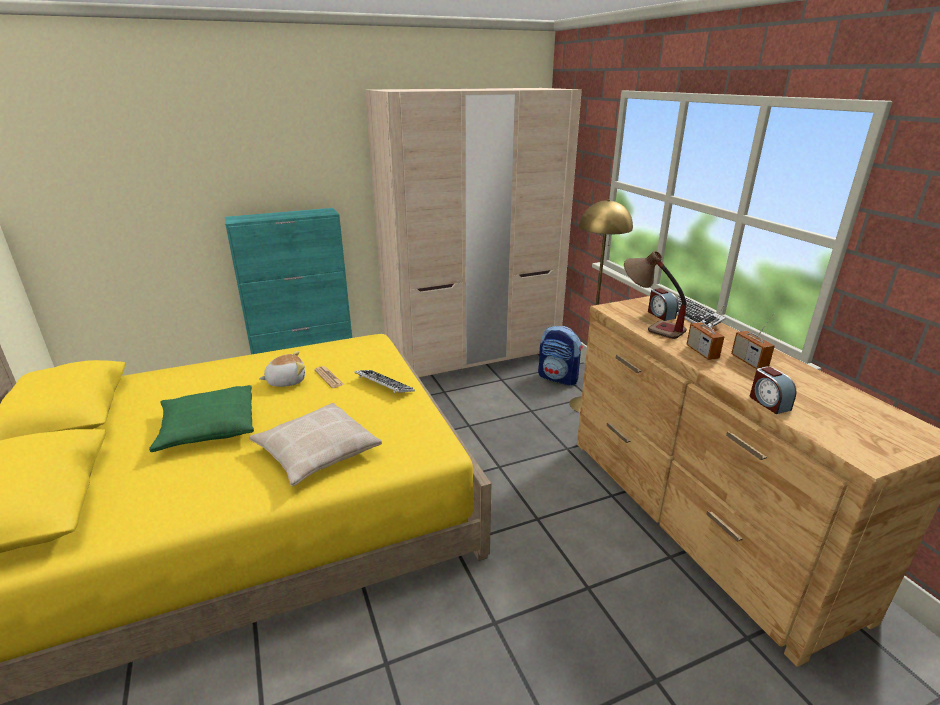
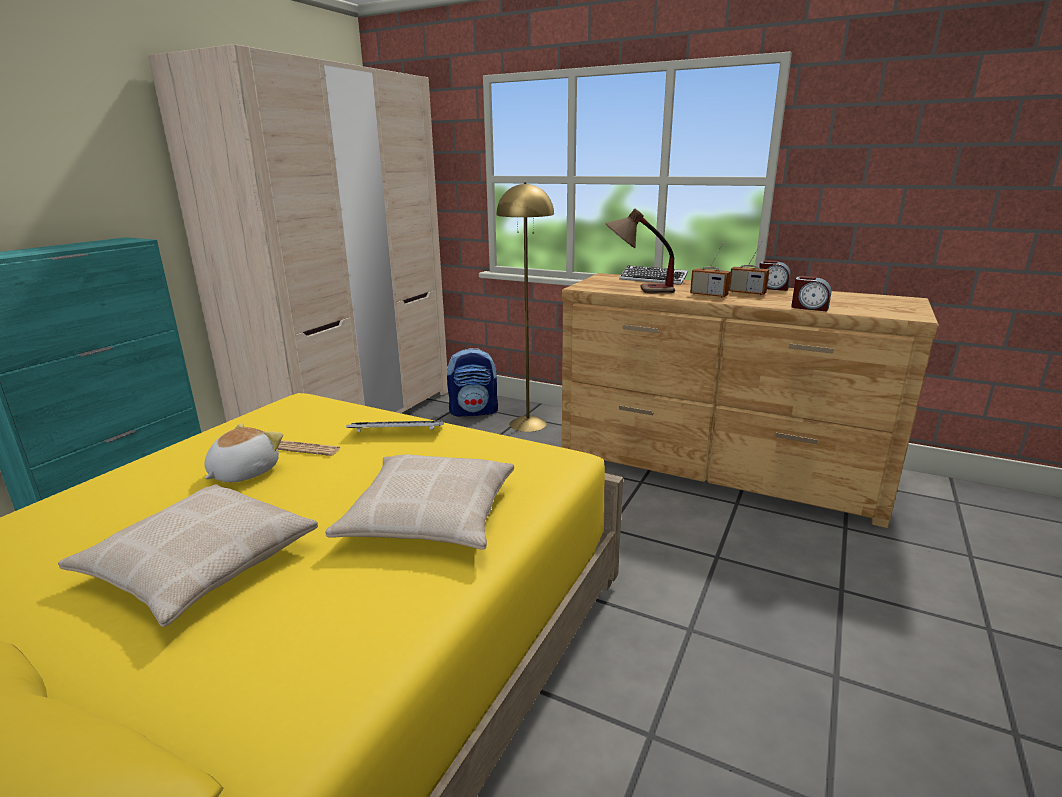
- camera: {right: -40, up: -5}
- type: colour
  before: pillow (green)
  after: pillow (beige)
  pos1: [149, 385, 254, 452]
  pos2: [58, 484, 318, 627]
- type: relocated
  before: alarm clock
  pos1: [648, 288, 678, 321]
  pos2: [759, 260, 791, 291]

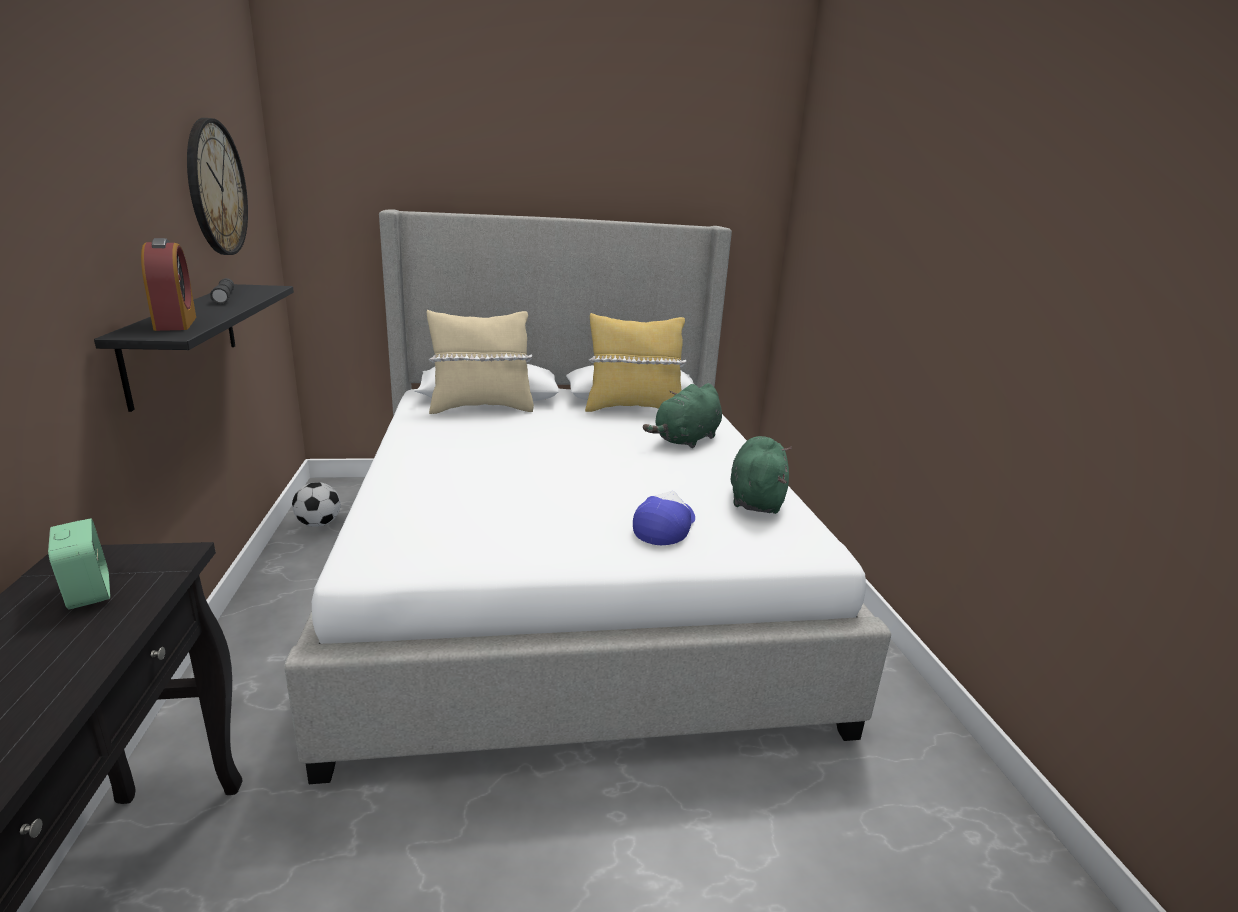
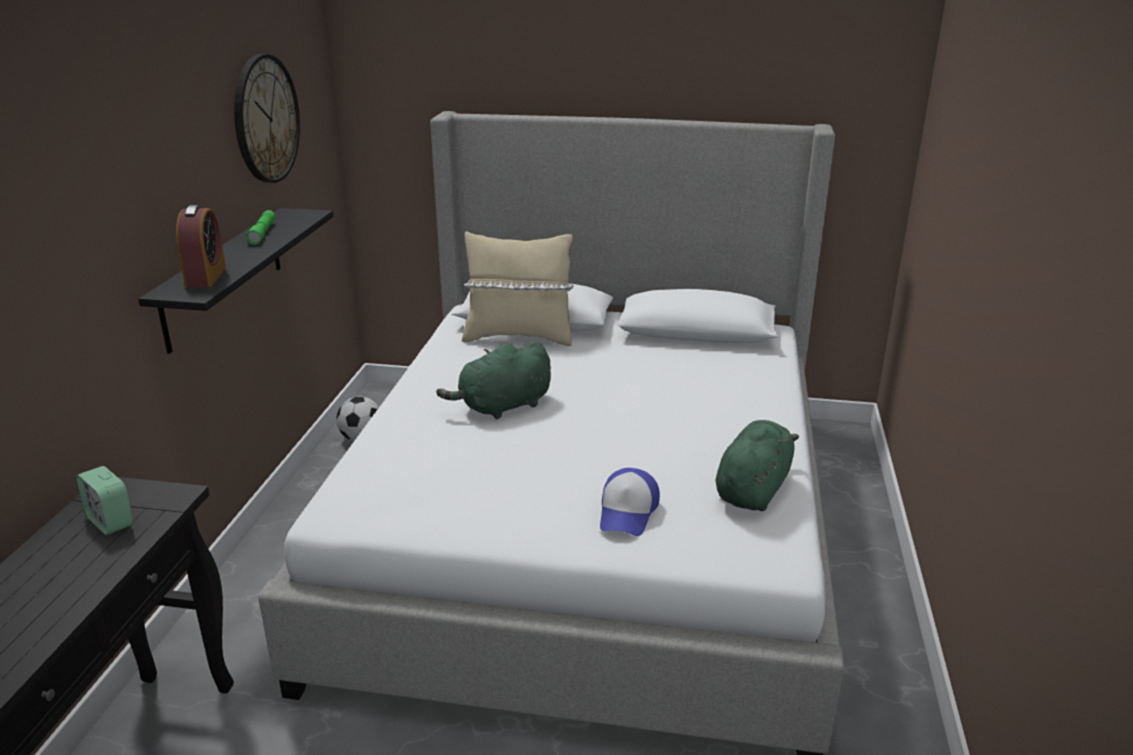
- camera: {right: 20, up: 5}
- type: spun
  before: alarm clock
  pos1: [48, 518, 110, 609]
  pos2: [76, 466, 133, 535]
  turn: 150
- type: colour
  before: flashlight (grey)
  after: flashlight (green)
  pos1: [210, 278, 234, 304]
  pos2: [246, 210, 275, 245]
- type: relocated
  before: plush toy (green)
  pos1: [643, 383, 722, 448]
  pos2: [436, 342, 551, 419]
- type: spun
  before: cap
  pos1: [633, 491, 695, 545]
  pos2: [600, 468, 660, 536]
  turn: 150
- type: missing
  before: pillow (yellow)
  pos1: [585, 313, 686, 412]

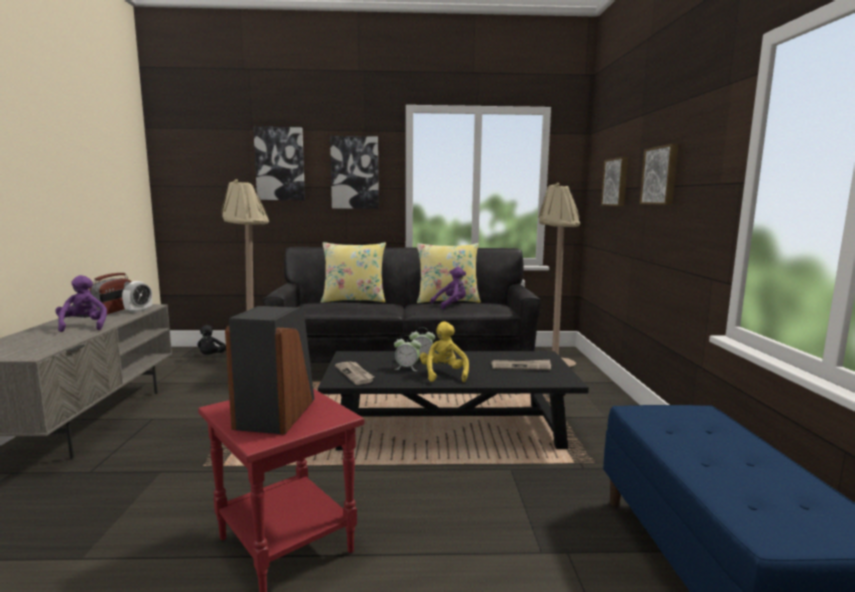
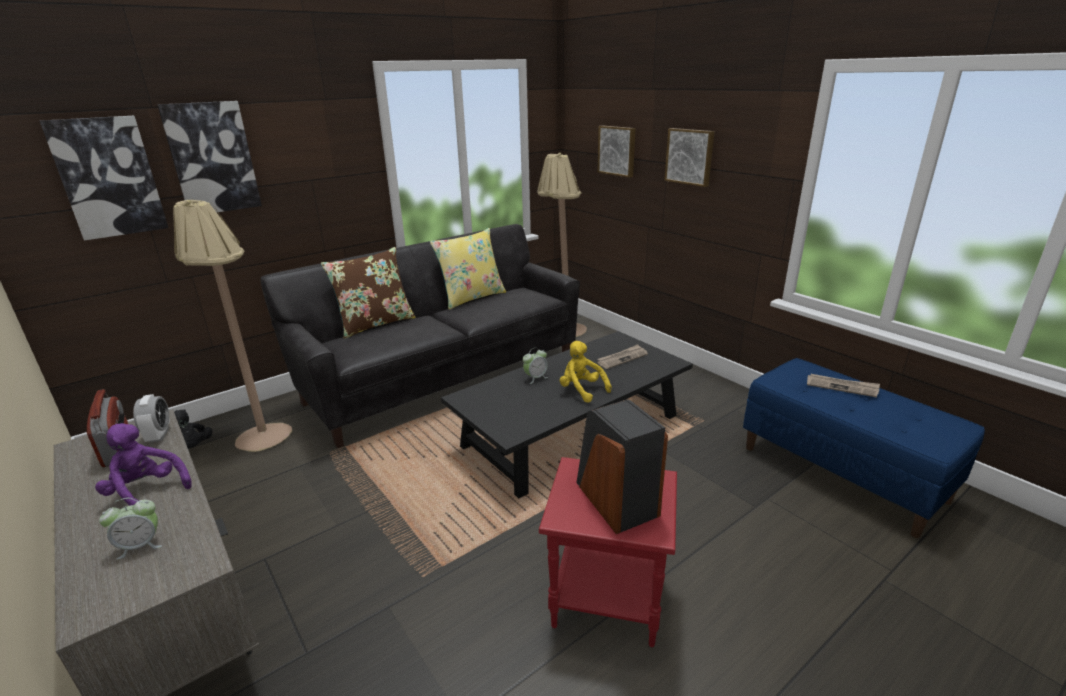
- camera: {right: -35, up: 15}
- type: relocated
  before: picture
  pos1: [330, 136, 379, 209]
  pos2: [40, 116, 168, 241]
- type: relocated
  before: alarm clock
  pos1: [394, 335, 421, 371]
  pos2: [99, 498, 162, 560]
- type: colour
  before: pillow (yellow)
  after: pillow (brown)
  pos1: [321, 242, 386, 303]
  pos2: [321, 247, 416, 339]
- type: relocated
  before: newspaper
  pos1: [335, 362, 374, 385]
  pos2: [807, 374, 880, 398]
- type: missing
  before: plush toy (purple)
  pos1: [430, 267, 466, 309]

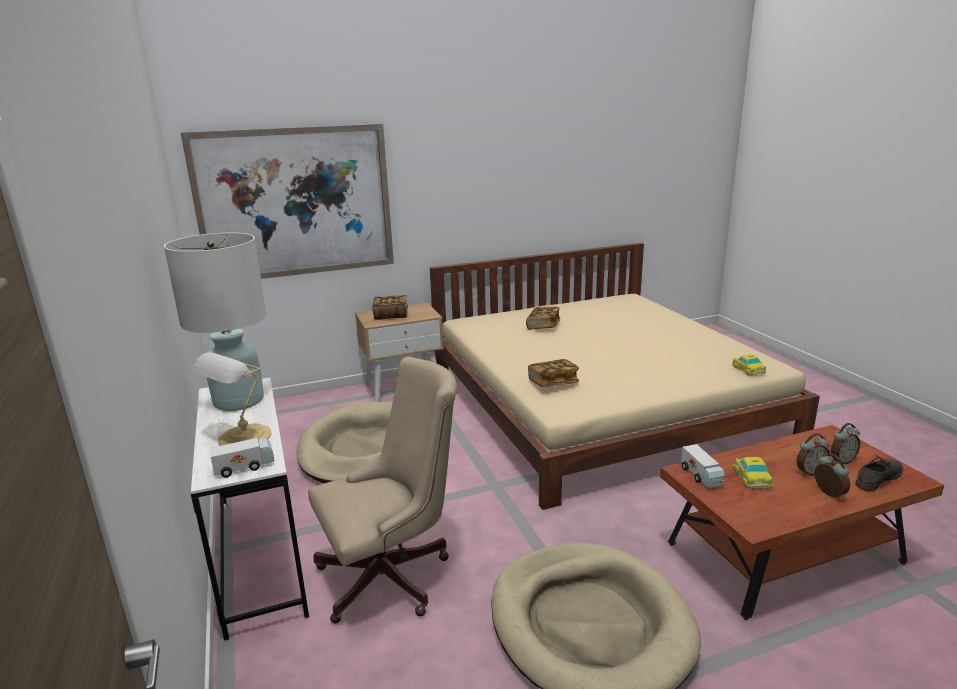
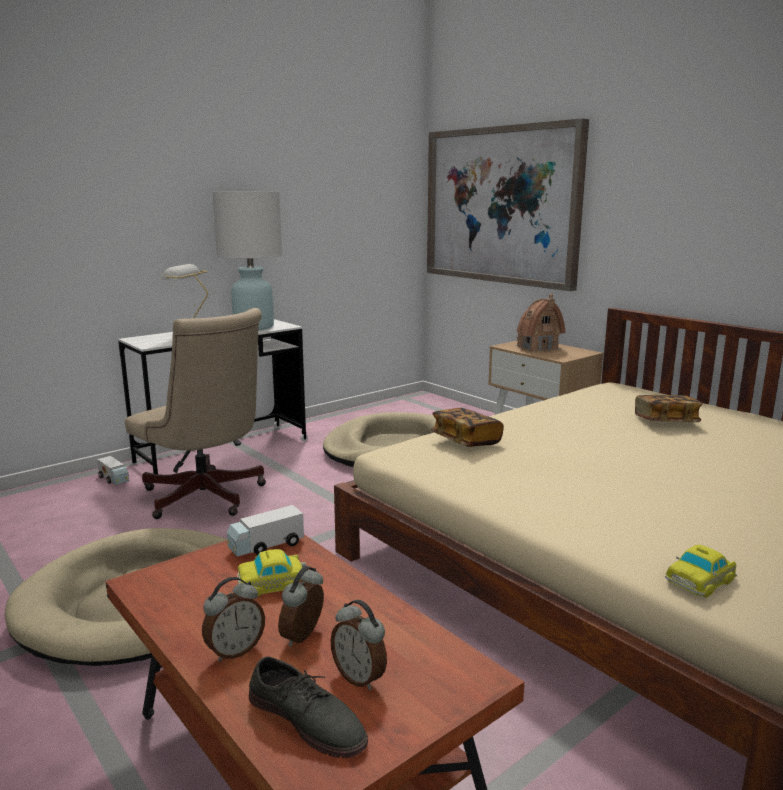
- camera: {right: 70, up: -5}
- type: relocated
  before: toy truck
  pos1: [210, 438, 274, 478]
  pos2: [97, 456, 129, 485]
- type: spun
  before: alarm clock
  pos1: [797, 433, 830, 476]
  pos2: [278, 566, 324, 647]
  turn: 60
- type: exchanged
  before: book
  after: toy house
  pos1: [372, 295, 408, 320]
  pos2: [516, 294, 566, 352]

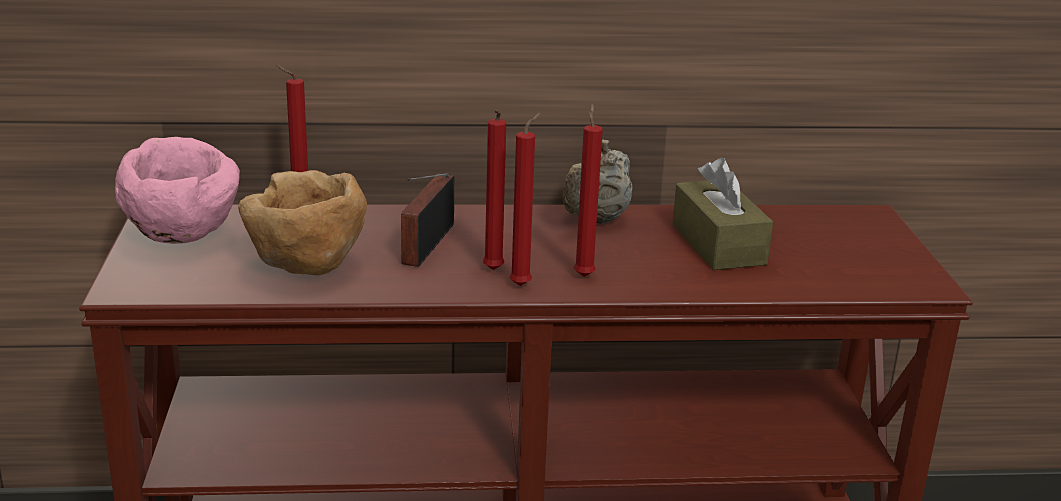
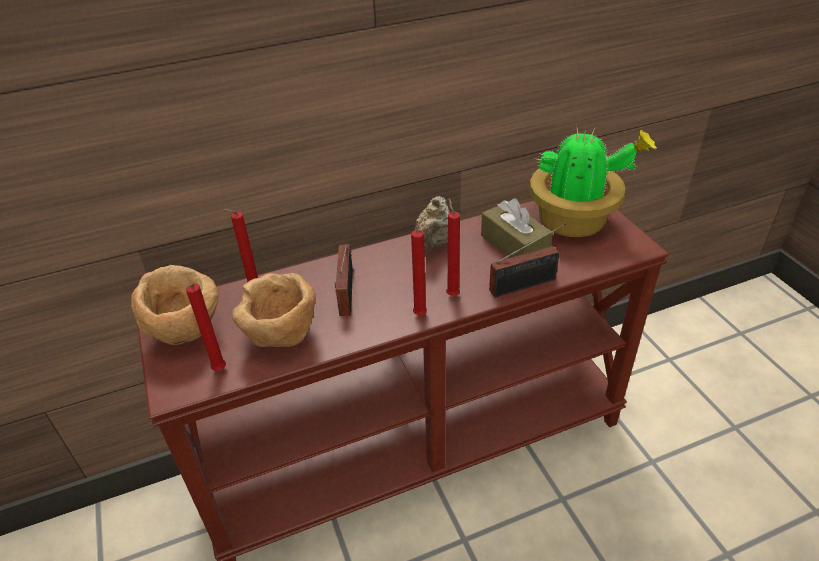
- camera: {right: -15, up: 15}
- type: colour
  before: bowl (pink)
  after: bowl (brown)
  pos1: [115, 137, 240, 244]
  pos2: [131, 265, 219, 345]
- type: relocated
  before: candle (red)
  pos1: [483, 110, 506, 270]
  pos2: [186, 283, 226, 371]
- type: appeared
  after: radio
  pos2: [489, 223, 566, 297]
- type: appeared
  after: potted plant
  pos2: [529, 126, 657, 237]

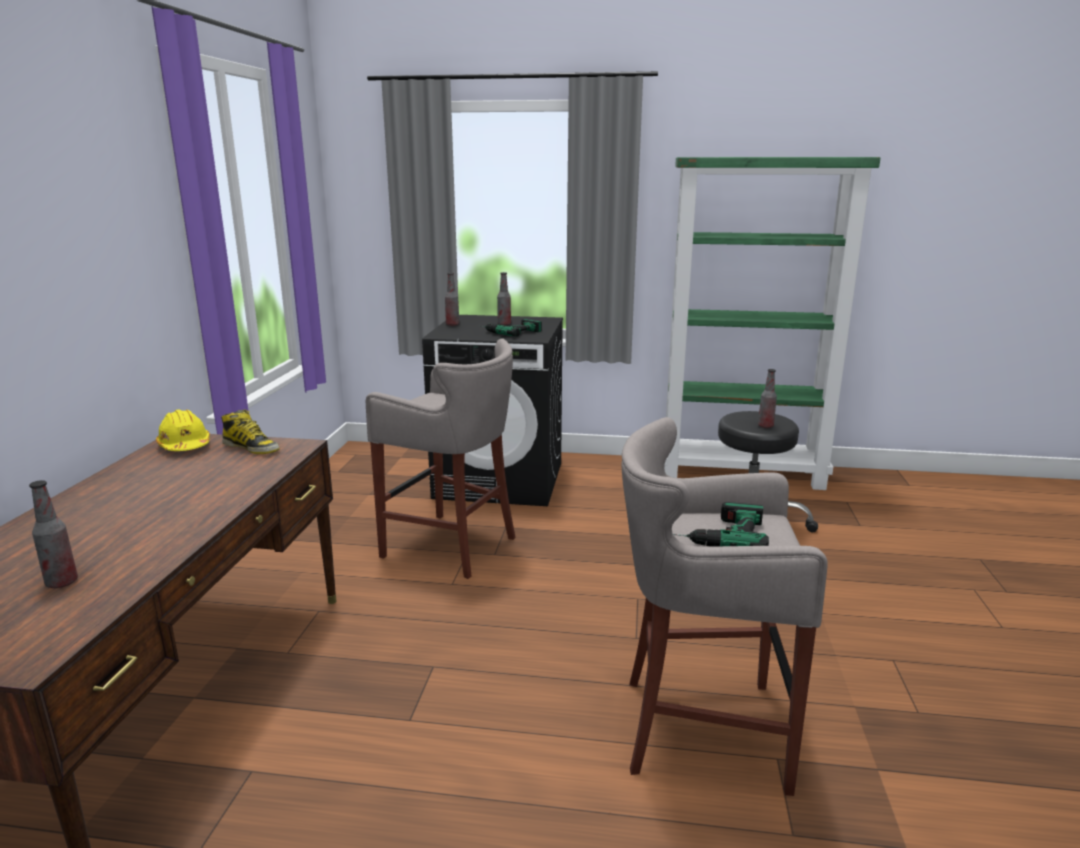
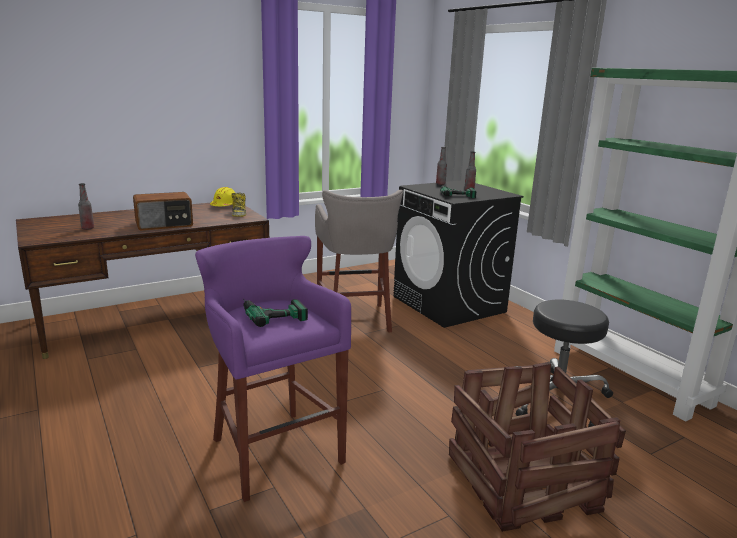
- camera: {right: 50, up: 0}
- type: appeared
  after: radio
  pos2: [133, 192, 193, 230]
- type: colour
  before: stool (grey)
  after: stool (purple)
  pos1: [621, 417, 828, 796]
  pos2: [195, 236, 351, 502]
- type: appeared
  after: crate
  pos2: [449, 362, 626, 532]
- type: missing
  before: bottle
  pos1: [758, 369, 777, 428]

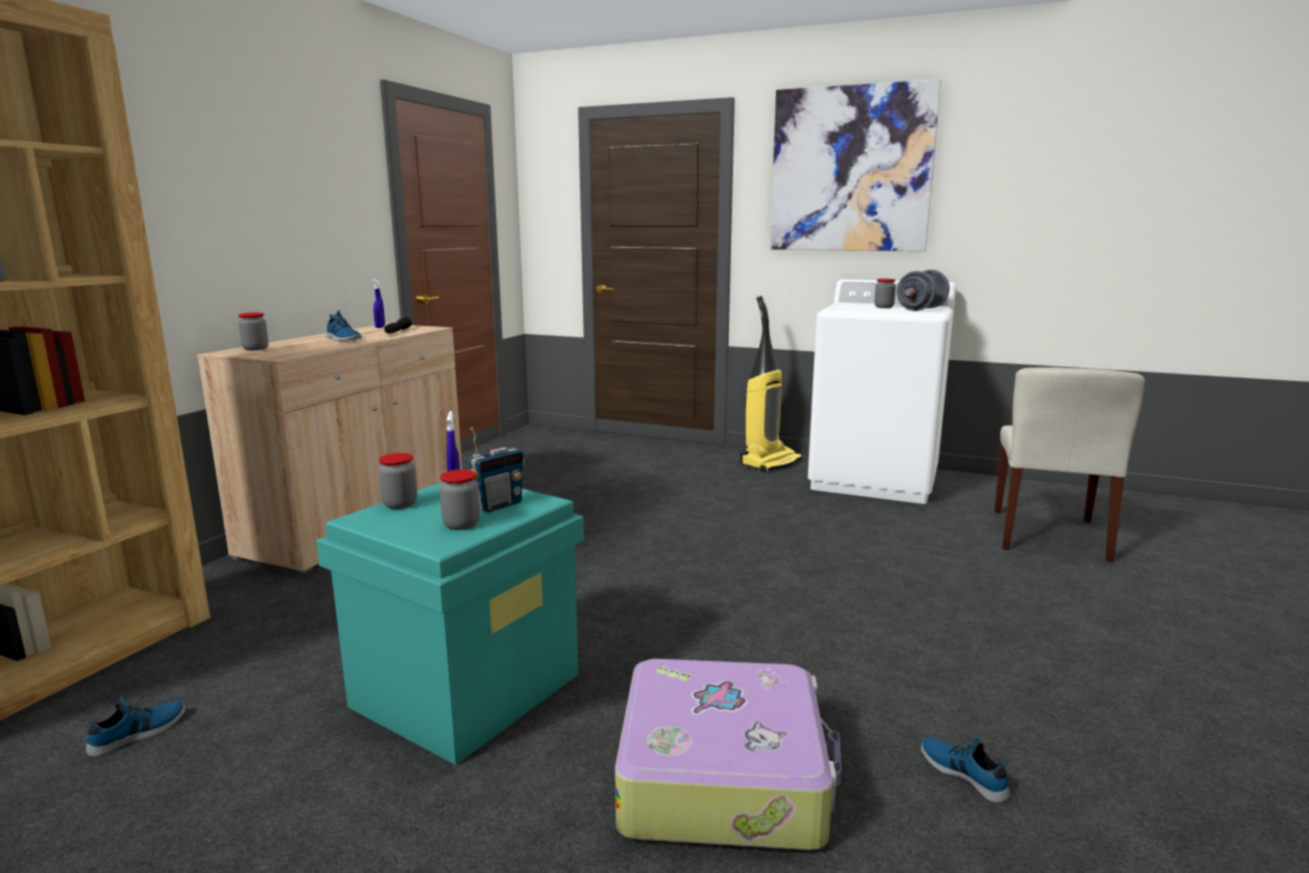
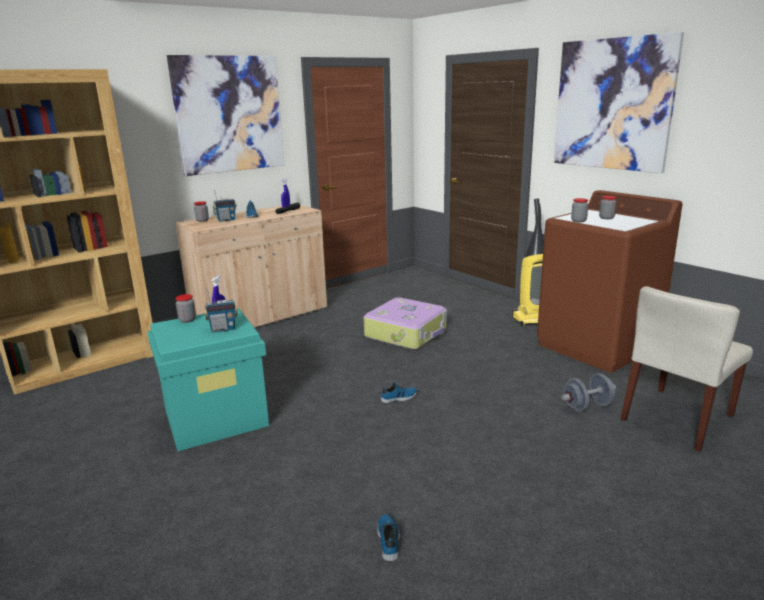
- camera: {right: 30, up: 5}
- type: appeared
  after: picture
  pos2: [167, 55, 285, 176]
- type: appeared
  after: radio
  pos2: [213, 190, 237, 222]
- type: relocated
  before: suitcase
  pos1: [615, 659, 841, 850]
  pos2: [364, 298, 447, 350]
- type: relocated
  before: shoe
  pos1: [86, 697, 185, 757]
  pos2: [381, 380, 417, 403]
- type: colour
  before: washing machine (white)
  after: washing machine (brown)
  pos1: [808, 279, 956, 504]
  pos2: [537, 190, 683, 373]
- type: relocated
  before: dumbbell (grey)
  pos1: [897, 270, 950, 311]
  pos2: [561, 373, 616, 412]
- type: relocated
  before: jar
  pos1: [440, 469, 480, 530]
  pos2: [571, 198, 588, 222]

